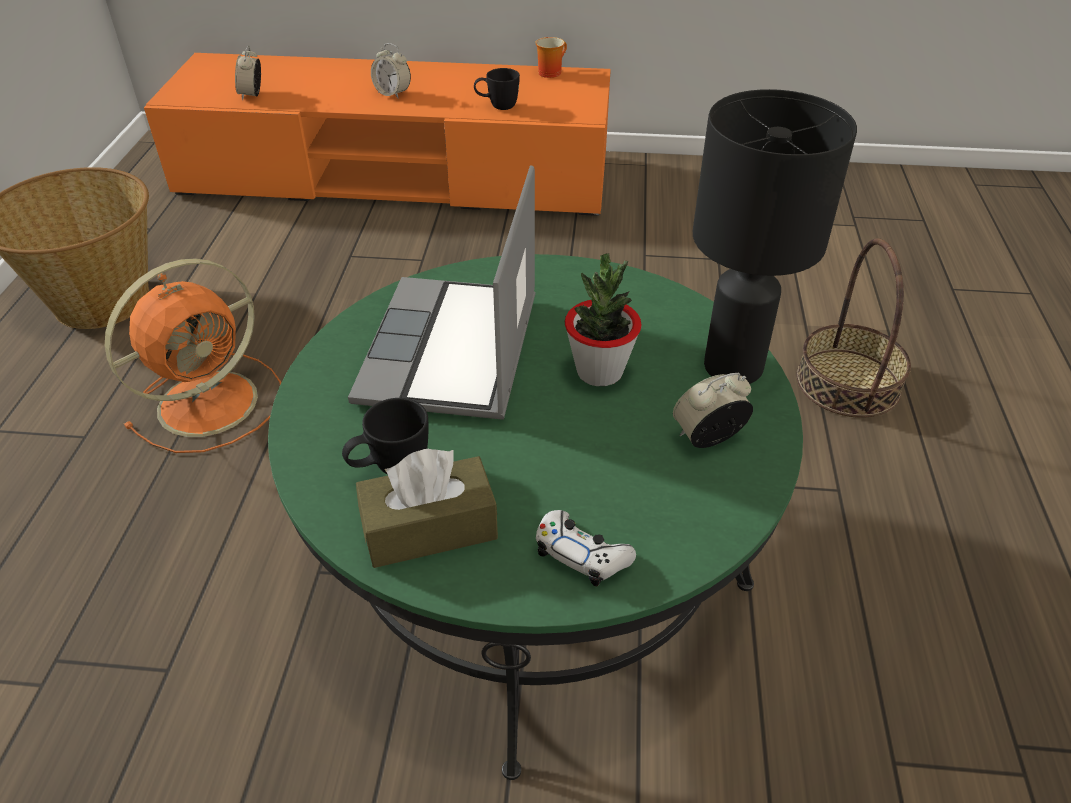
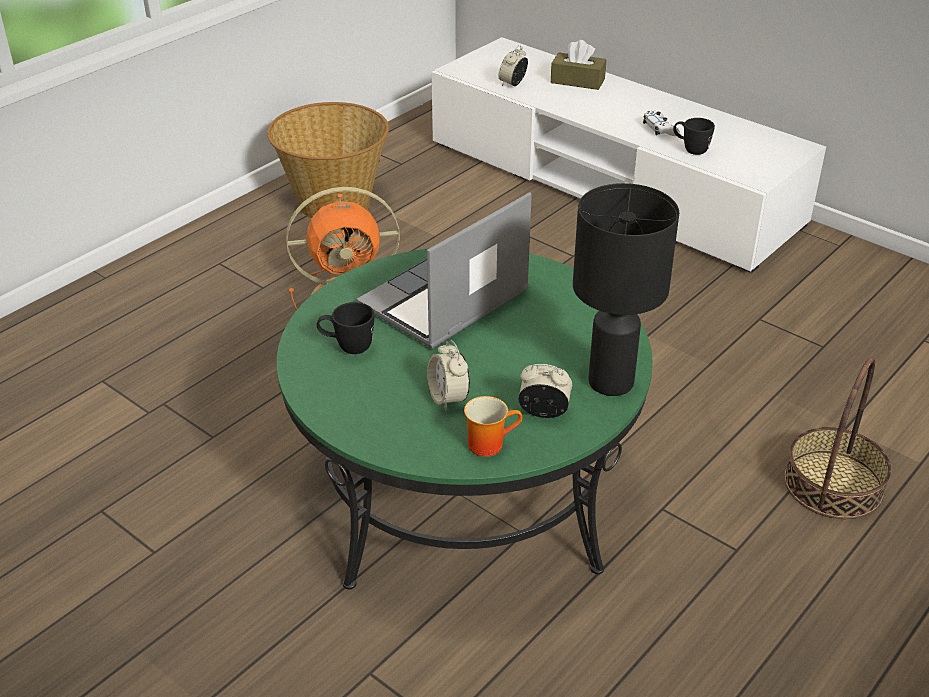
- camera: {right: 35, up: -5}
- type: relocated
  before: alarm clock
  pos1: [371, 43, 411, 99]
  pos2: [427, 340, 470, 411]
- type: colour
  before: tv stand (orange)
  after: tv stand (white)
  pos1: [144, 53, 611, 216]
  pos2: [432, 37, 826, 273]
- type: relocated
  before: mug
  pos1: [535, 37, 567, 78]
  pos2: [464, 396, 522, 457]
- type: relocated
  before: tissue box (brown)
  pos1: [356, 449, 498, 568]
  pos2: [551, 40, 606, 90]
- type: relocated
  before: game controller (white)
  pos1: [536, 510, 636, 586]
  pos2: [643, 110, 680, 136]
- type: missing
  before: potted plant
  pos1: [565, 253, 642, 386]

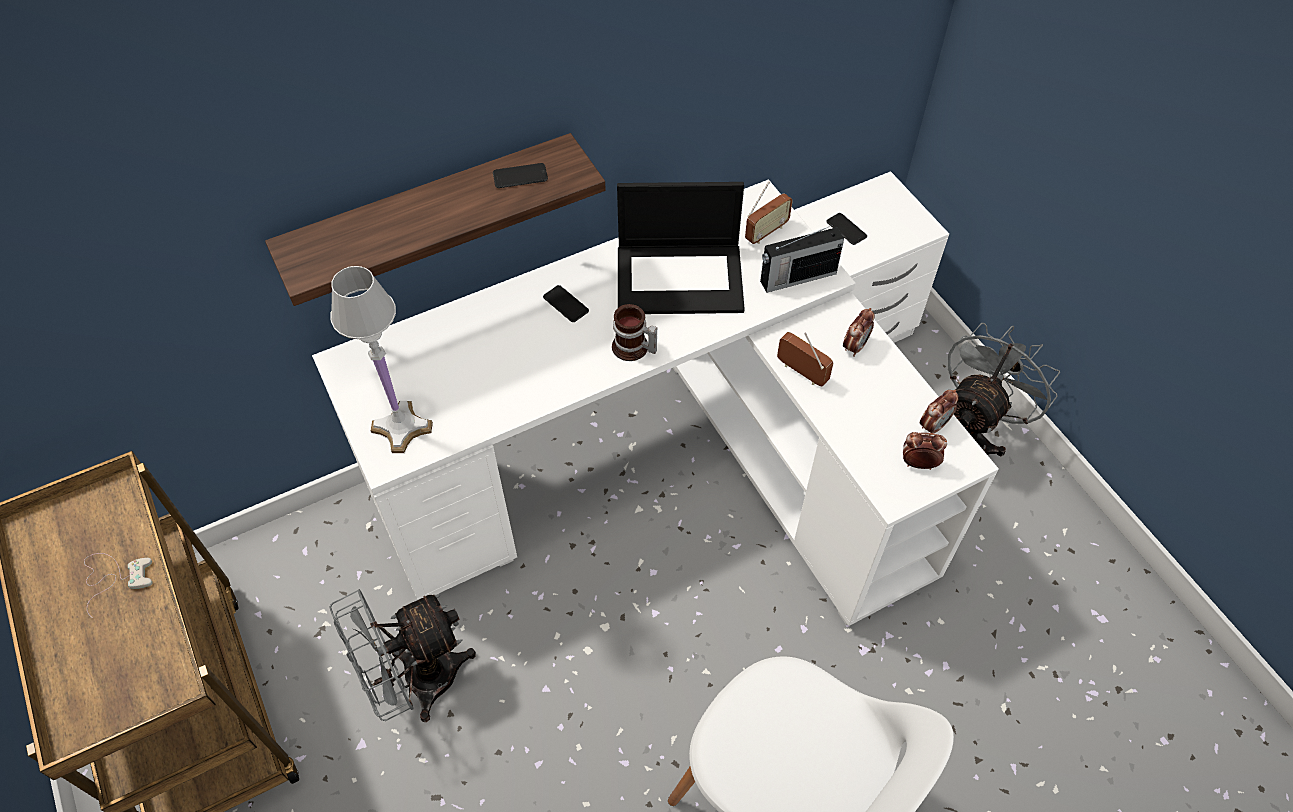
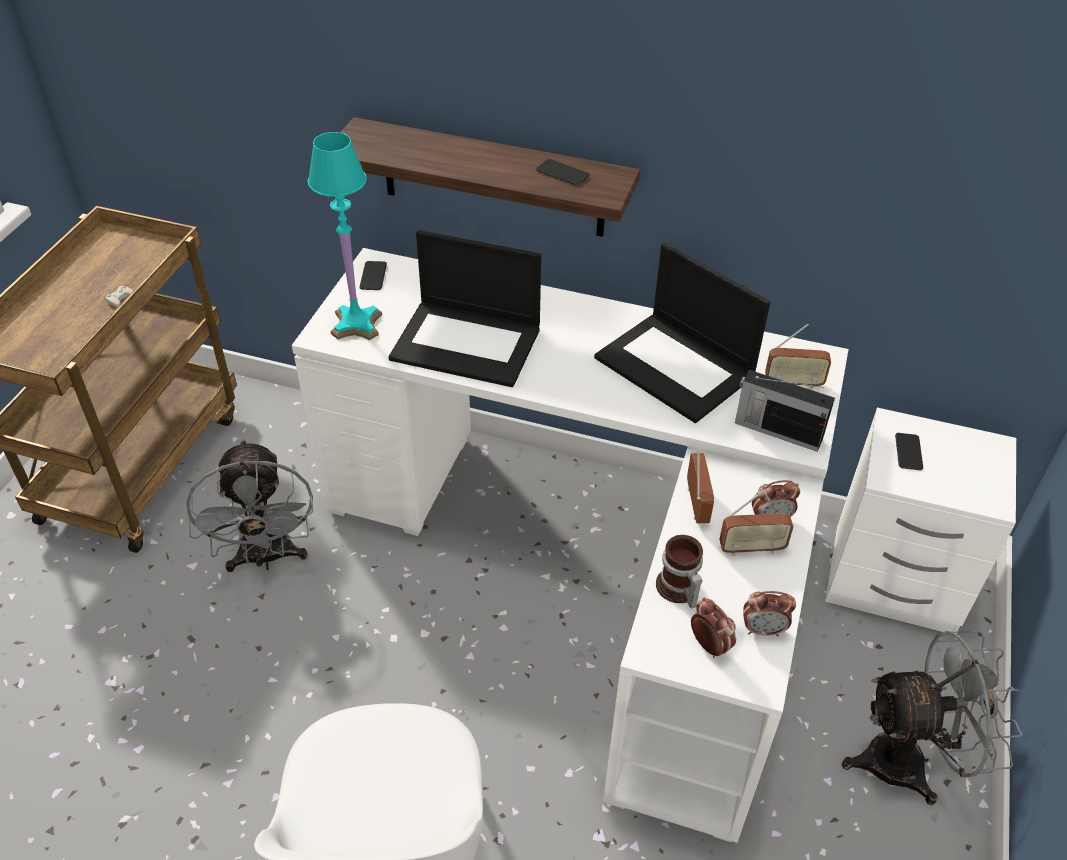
- camera: {right: 45, up: -10}
- type: spun
  before: fan (grey)
  pos1: [330, 589, 476, 722]
  pos2: [186, 439, 313, 572]
  turn: -120
- type: colour
  before: table lamp (white)
  after: table lamp (turquoise)
  pos1: [330, 266, 433, 453]
  pos2: [308, 132, 382, 340]
- type: relocated
  before: phone
  pos1: [543, 285, 589, 322]
  pos2: [360, 261, 387, 290]
- type: appeared
  after: laptop
  pos2: [389, 230, 541, 387]
- type: relocated
  before: mug
  pos1: [612, 304, 657, 361]
  pos2: [656, 535, 703, 608]
- type: appeared
  after: radio
  pos2: [719, 489, 793, 556]

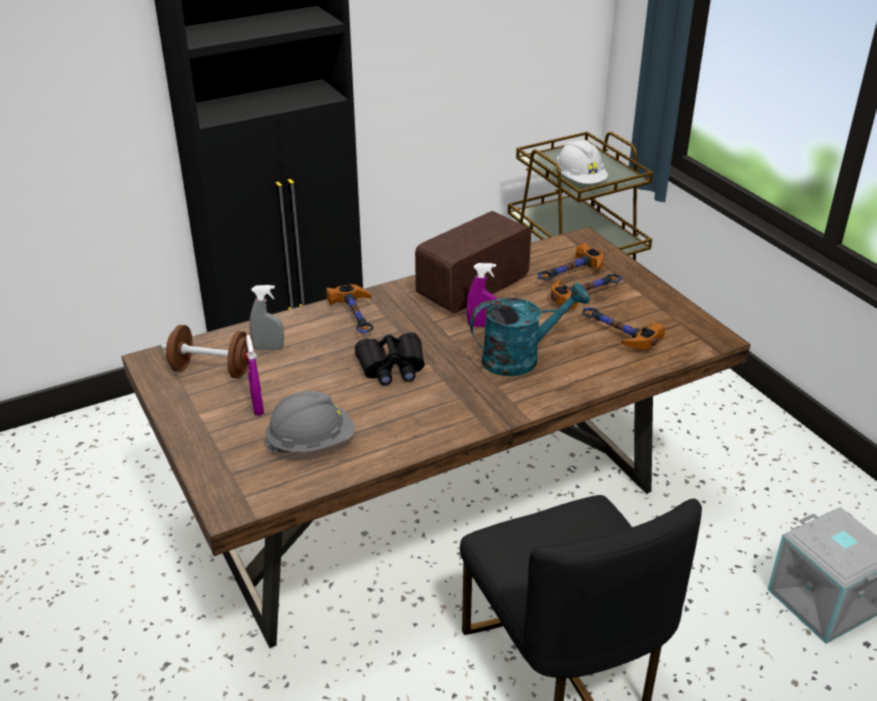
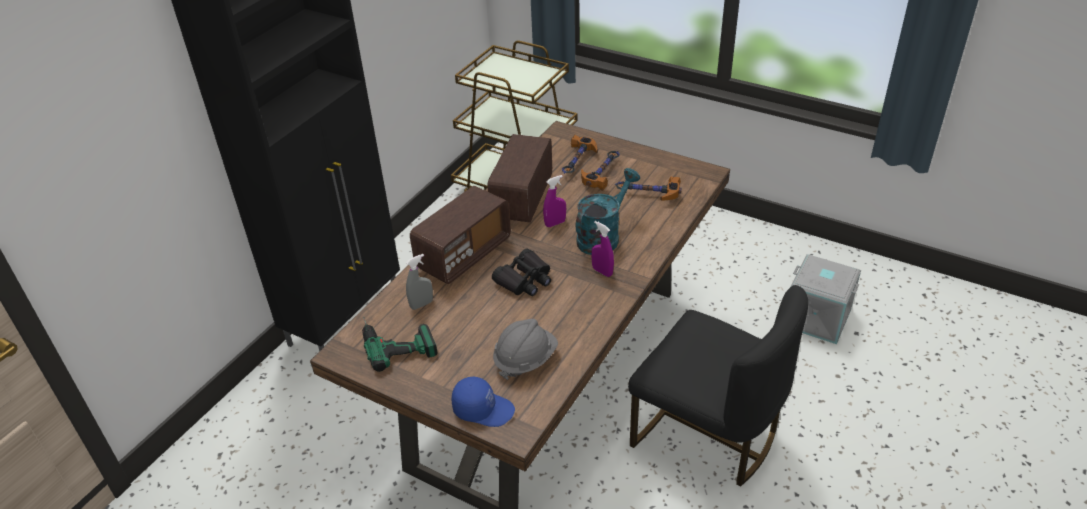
- camera: {right: -30, up: 5}
- type: exchanged
  before: dumbbell (brown)
  after: power drill
  pos1: [161, 325, 258, 379]
  pos2: [362, 316, 438, 372]
- type: exchanged
  before: hammer
  after: radio
  pos1: [326, 284, 374, 334]
  pos2: [410, 186, 511, 284]
- type: appeared
  after: cap (blue)
  pos2: [451, 376, 515, 427]
- type: relocated
  before: spray bottle (purple)
  pos1: [246, 335, 264, 416]
  pos2: [591, 221, 614, 277]
- type: missing
  before: hard hat (white)
  pos1: [556, 140, 608, 184]

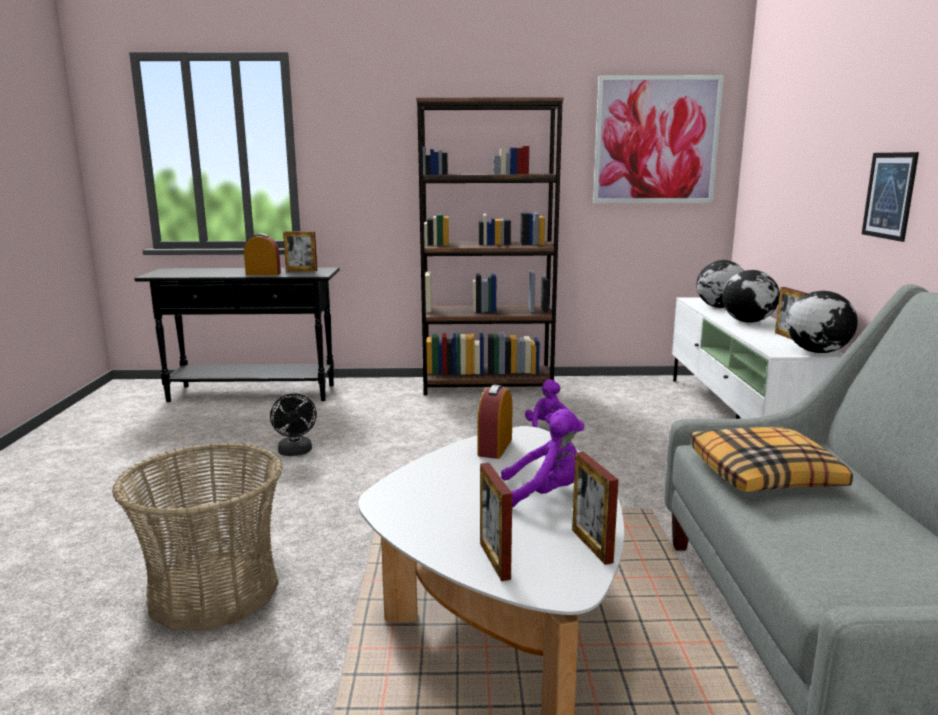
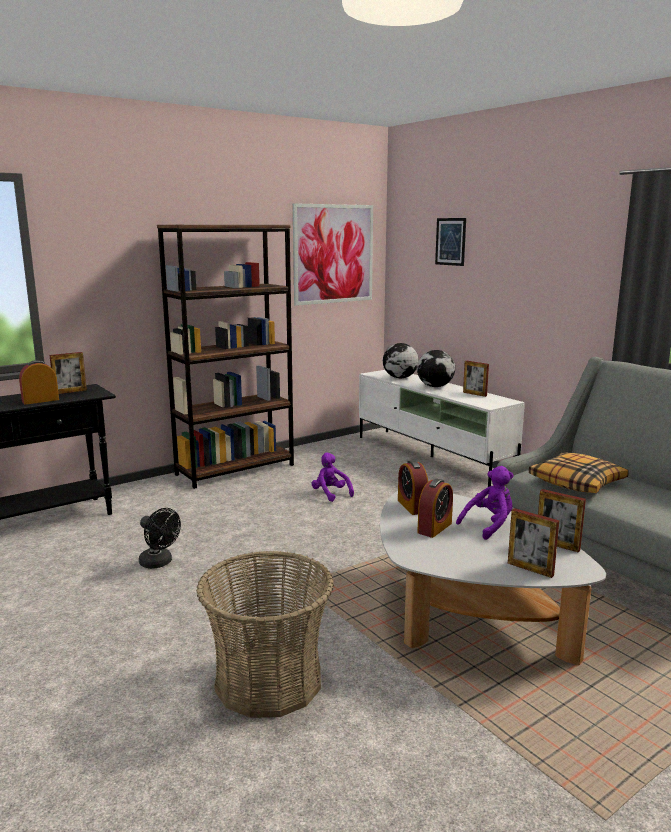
- camera: {right: -35, up: 0}
- type: appeared
  after: alarm clock
  pos2: [417, 479, 453, 538]
- type: relocated
  before: picture
  pos1: [862, 152, 919, 242]
  pos2: [435, 218, 466, 266]
- type: missing
  before: globe
  pos1: [787, 291, 858, 353]

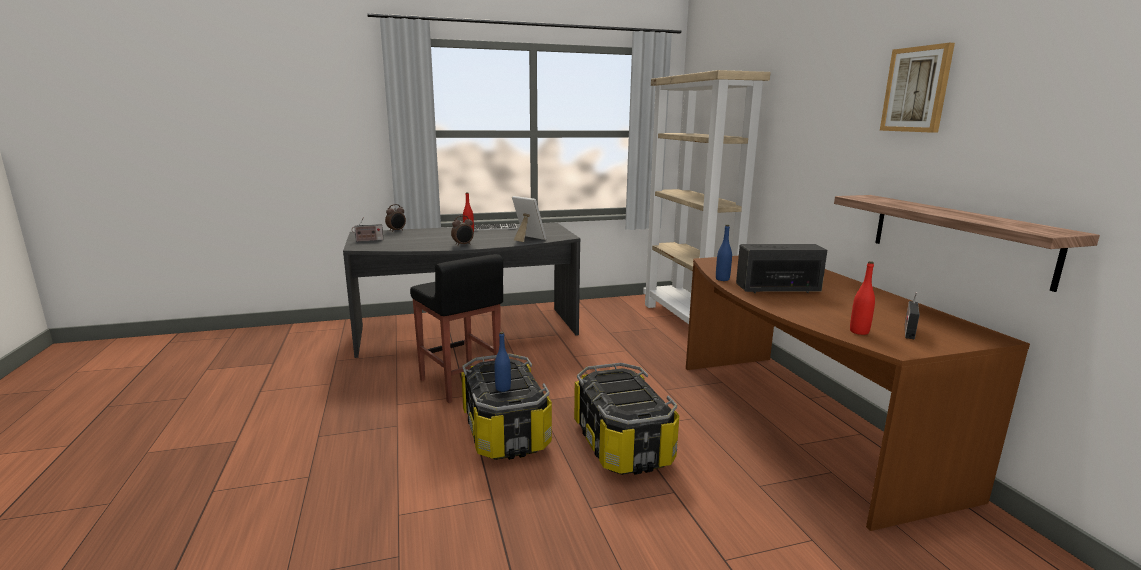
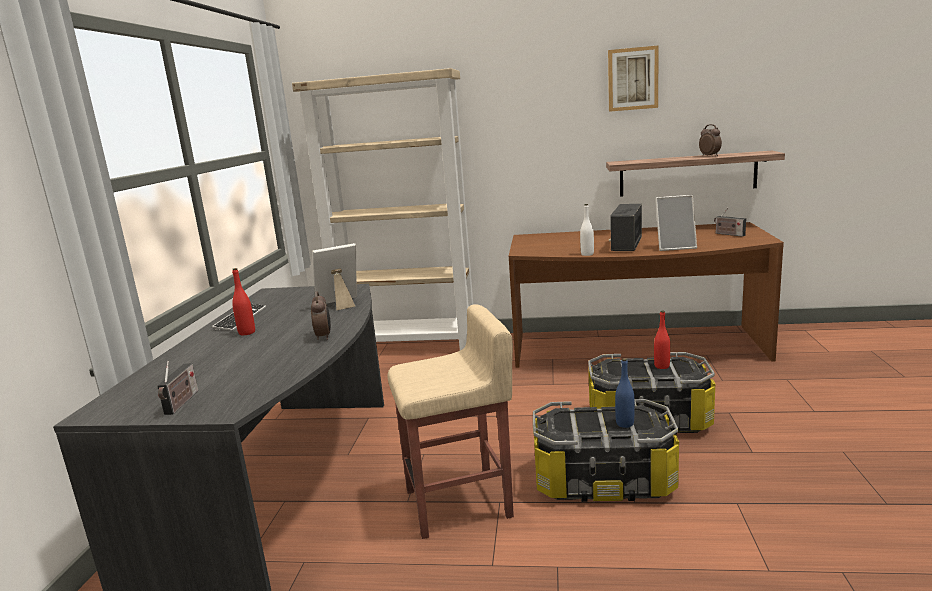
- camera: {right: -65, up: 0}
- type: colour
  before: stool (black)
  after: stool (beige)
  pos1: [410, 254, 503, 403]
  pos2: [387, 304, 514, 539]
- type: colour
  before: bottle (blue)
  after: bottle (white)
  pos1: [716, 225, 732, 281]
  pos2: [580, 204, 594, 256]
- type: relocated
  before: bottle (red)
  pos1: [850, 261, 875, 335]
  pos2: [654, 310, 670, 369]
- type: appeared
  after: picture frame
  pos2: [655, 195, 697, 251]
- type: relocated
  before: alarm clock
  pos1: [385, 204, 406, 232]
  pos2: [699, 124, 722, 156]

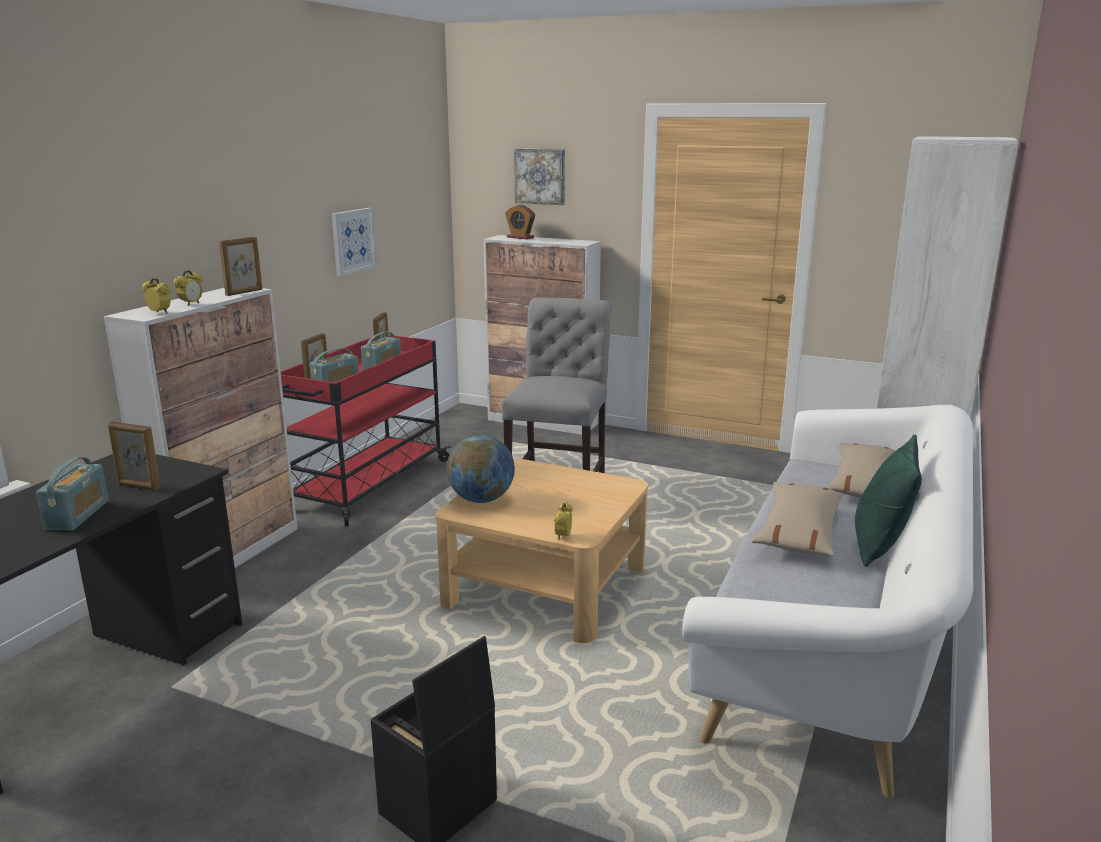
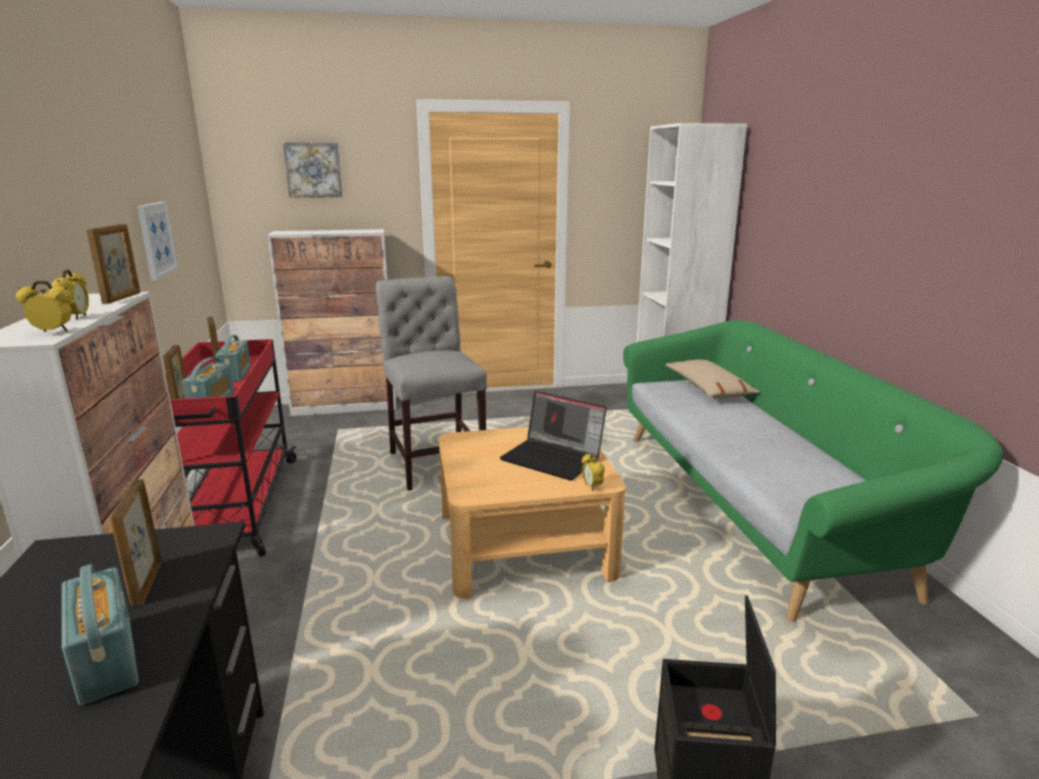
- camera: {right: -35, up: 0}
- type: spun
  before: picture frame
  pos1: [108, 421, 161, 490]
  pos2: [110, 479, 162, 606]
  turn: 90
- type: appeared
  after: laptop
  pos2: [500, 391, 607, 481]
- type: colour
  before: sofa (white)
  after: sofa (green)
  pos1: [682, 405, 973, 798]
  pos2: [623, 320, 1004, 622]
- type: missing
  before: globe
  pos1: [447, 435, 515, 503]
- type: missing
  before: alarm clock
  pos1: [505, 205, 535, 239]
- type: missing
  before: pillow (beige)
  pos1: [752, 482, 844, 556]
- type: missing
  before: pillow (green)
  pos1: [855, 435, 922, 567]

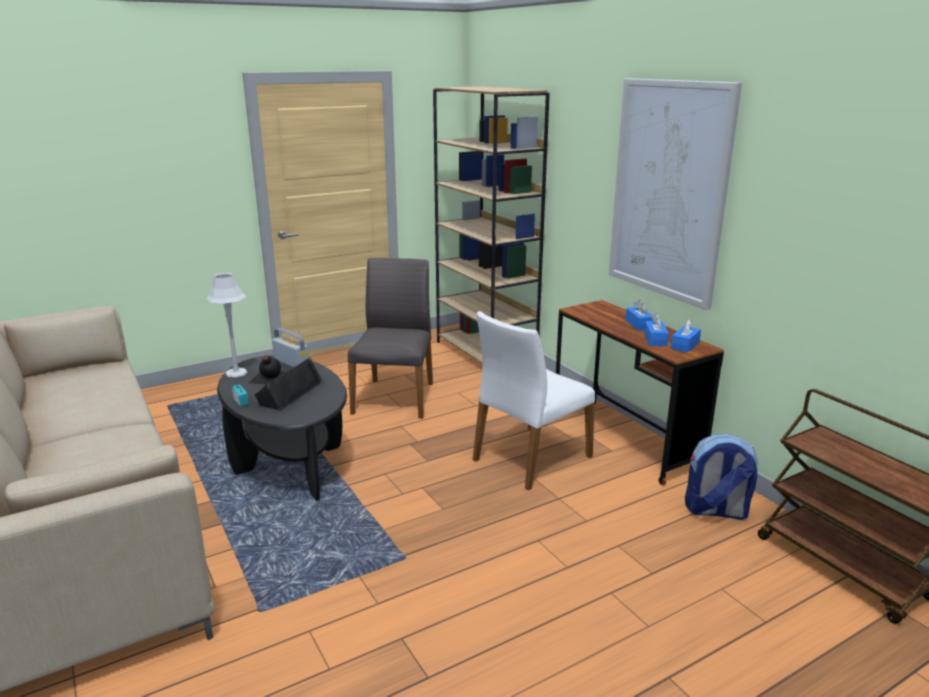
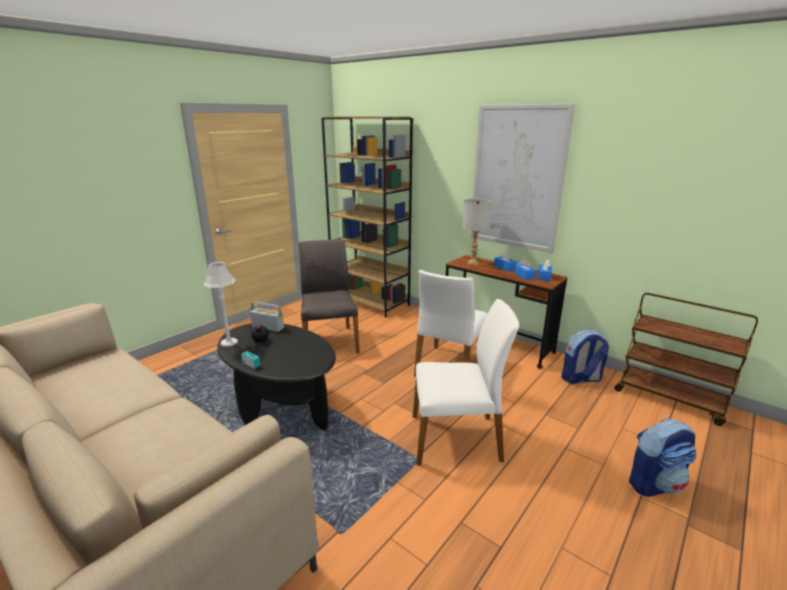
- camera: {right: -20, up: 0}
- type: appeared
  after: chair (white)
  pos2: [413, 299, 519, 466]
- type: appeared
  after: table lamp (grey)
  pos2: [462, 199, 492, 265]
- type: appeared
  after: backpack
  pos2: [629, 419, 697, 497]
- type: missing
  before: speaker (black)
  pos1: [255, 357, 323, 411]

